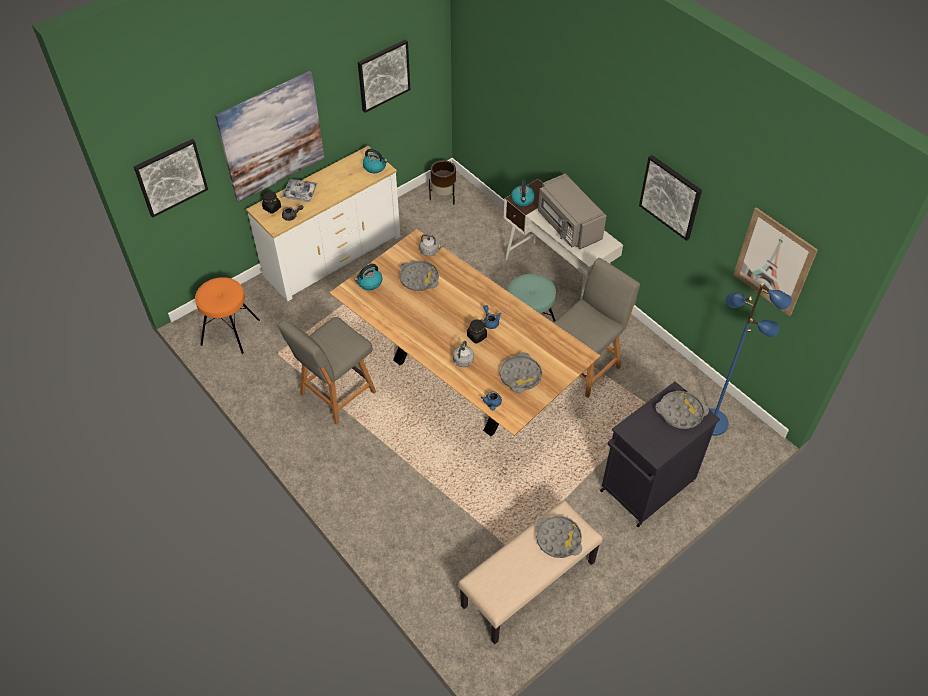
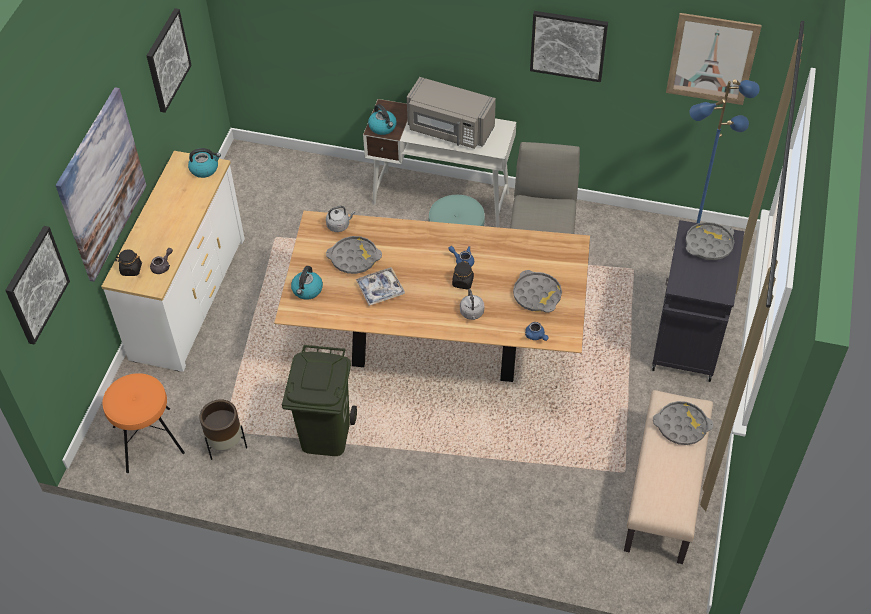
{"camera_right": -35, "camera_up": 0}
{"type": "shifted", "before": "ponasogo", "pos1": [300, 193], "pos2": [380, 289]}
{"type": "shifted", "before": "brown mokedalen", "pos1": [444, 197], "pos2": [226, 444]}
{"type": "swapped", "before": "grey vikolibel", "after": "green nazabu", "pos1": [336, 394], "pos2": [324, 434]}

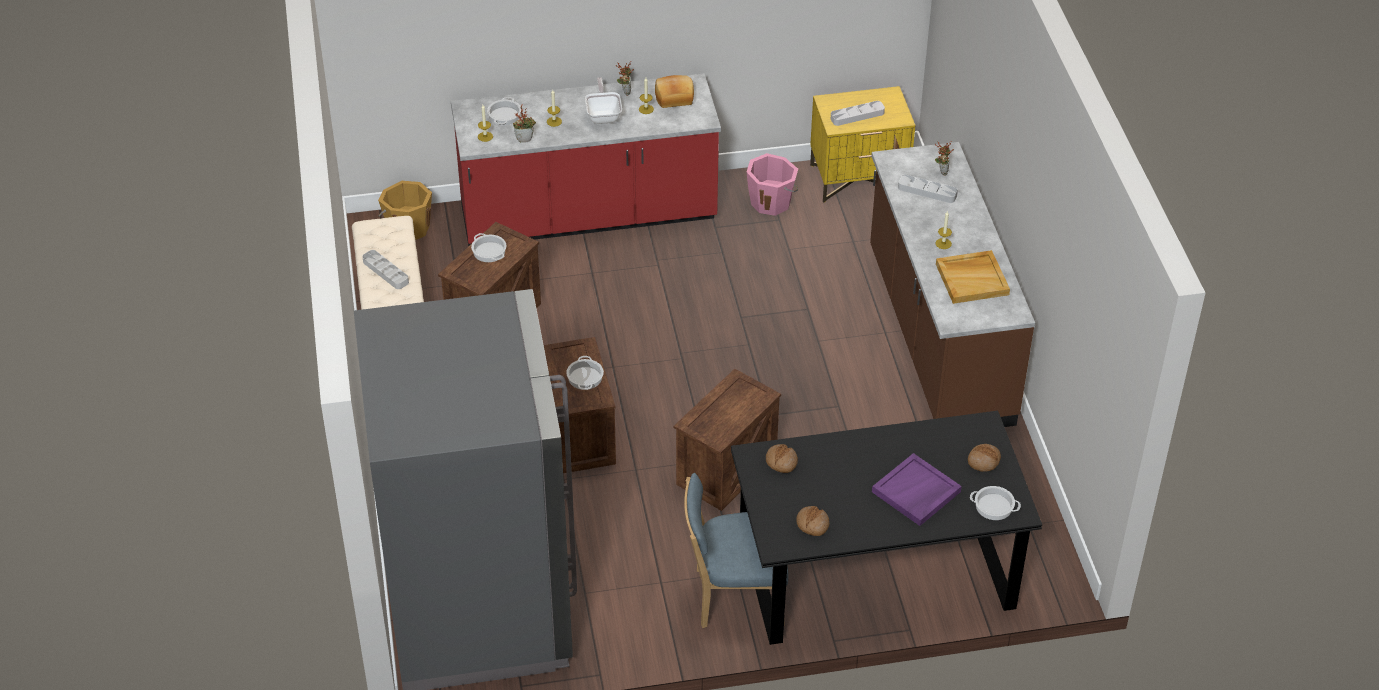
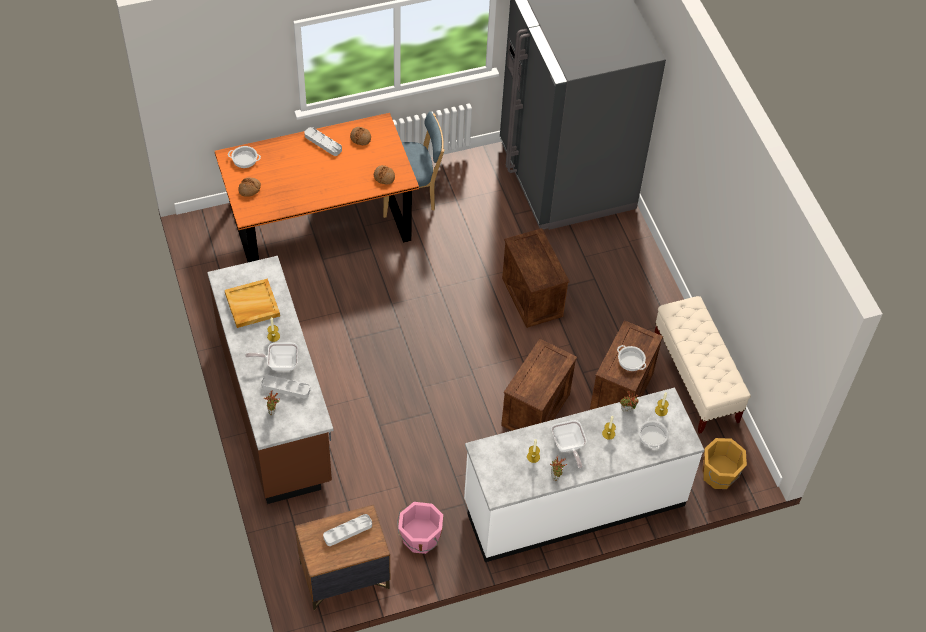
{"camera_right": 170, "camera_up": 10}
{"type": "gone", "before": "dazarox", "pos1": [584, 377]}
{"type": "gone", "before": "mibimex", "pos1": [674, 97]}
{"type": "gone", "before": "purple ponasogo", "pos1": [916, 492]}
{"type": "new", "after": "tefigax", "pos2": [279, 363]}
{"type": "shifted", "before": "grey ponasogo", "pos1": [385, 272], "pos2": [323, 143]}
{"type": "shifted", "before": "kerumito", "pos1": [726, 469], "pos2": [536, 410]}
{"type": "repainted", "before": "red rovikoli", "after": "white rovikoli", "pos1": [588, 217], "pos2": [574, 503]}
{"type": "repainted", "before": "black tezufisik", "after": "orange tezufisik", "pos1": [875, 569], "pos2": [319, 220]}
{"type": "repainted", "before": "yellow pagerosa", "after": "brown pagerosa", "pos1": [859, 178], "pos2": [344, 576]}

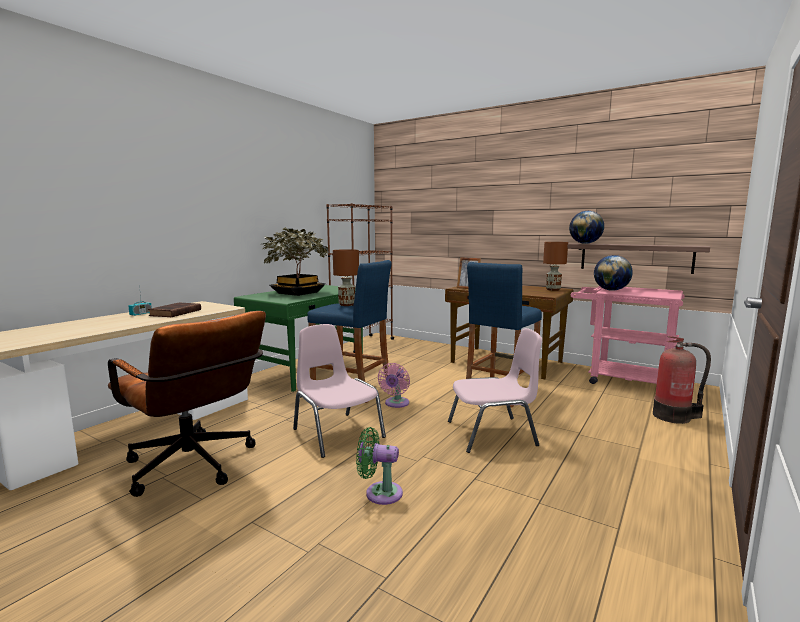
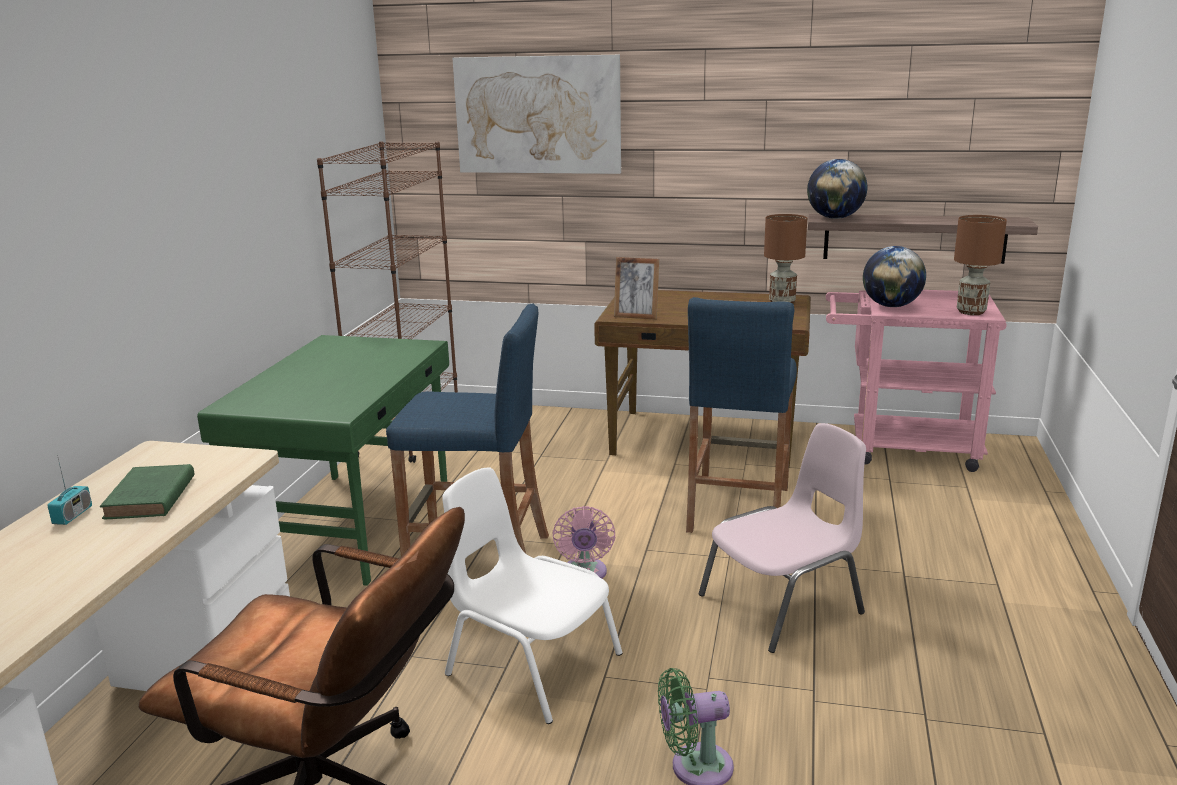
{"camera_right": -20, "camera_up": 10}
{"type": "gone", "before": "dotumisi", "pos1": [298, 293]}
{"type": "gone", "before": "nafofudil", "pos1": [674, 416]}
{"type": "new", "after": "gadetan", "pos2": [538, 115]}
{"type": "shifted", "before": "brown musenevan", "pos1": [346, 305], "pos2": [970, 312]}
{"type": "repainted", "before": "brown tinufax", "after": "green tinufax", "pos1": [174, 313], "pos2": [149, 498]}
{"type": "repainted", "before": "pink vikolibel", "after": "white vikolibel", "pos1": [337, 433], "pos2": [531, 664]}

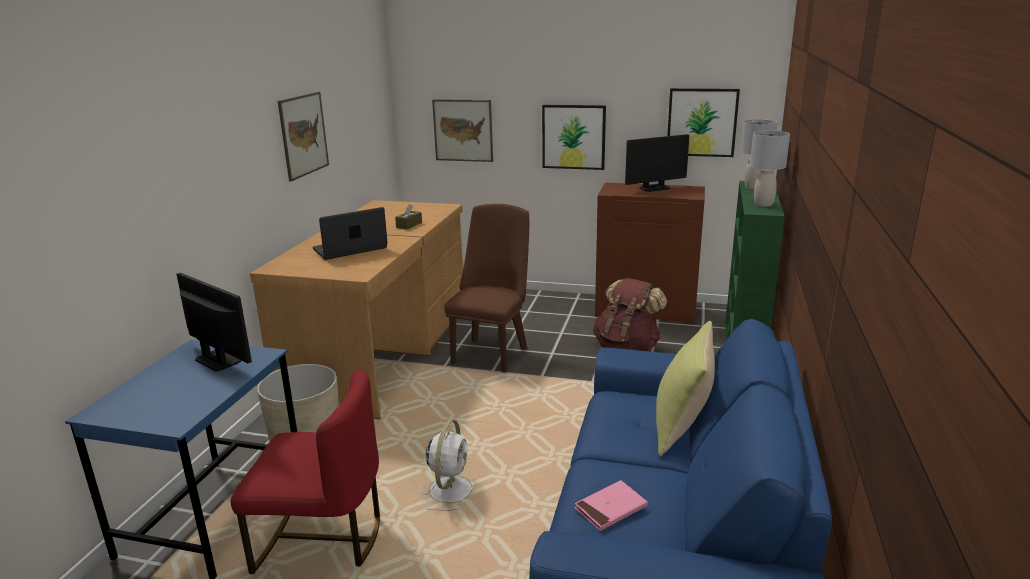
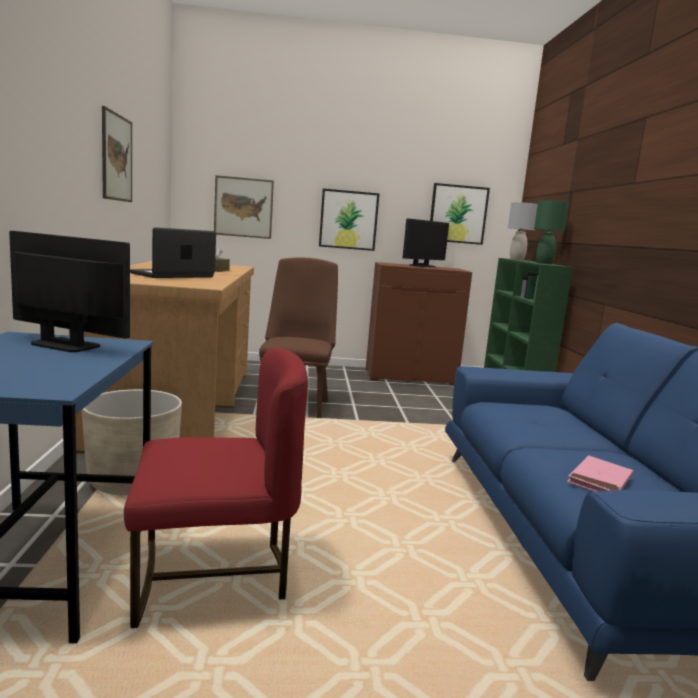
{"camera_right": -20, "camera_up": -10}
{"type": "gone", "before": "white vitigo", "pos1": [451, 488]}
{"type": "gone", "before": "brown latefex", "pos1": [627, 348]}
{"type": "gone", "before": "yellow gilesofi", "pos1": [682, 426]}
{"type": "repainted", "before": "grey musenevan", "after": "green musenevan", "pos1": [763, 204], "pos2": [543, 263]}

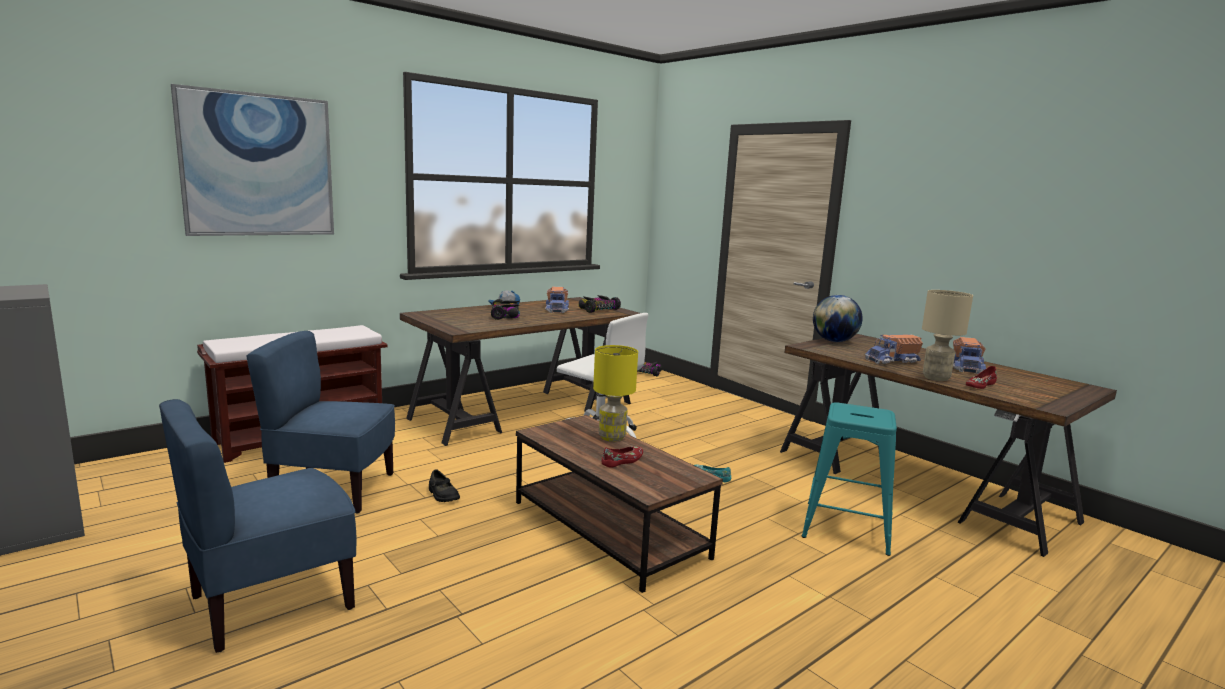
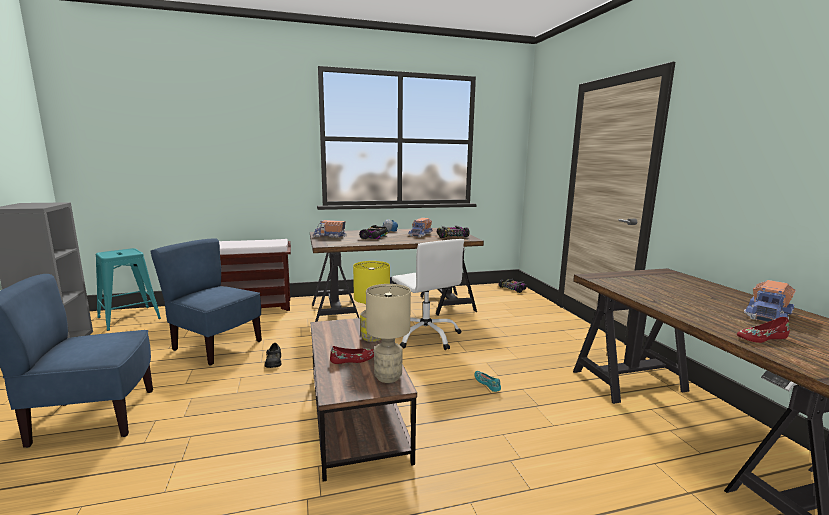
{"camera_right": 25, "camera_up": 0}
{"type": "gone", "before": "gadetan", "pos1": [258, 165]}
{"type": "gone", "before": "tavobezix", "pos1": [834, 341]}
{"type": "shifted", "before": "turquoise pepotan", "pos1": [846, 527], "pos2": [129, 318]}
{"type": "shifted", "before": "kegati", "pos1": [893, 361], "pos2": [329, 236]}
{"type": "shifted", "before": "beige musenevan", "pos1": [936, 378], "pos2": [388, 377]}

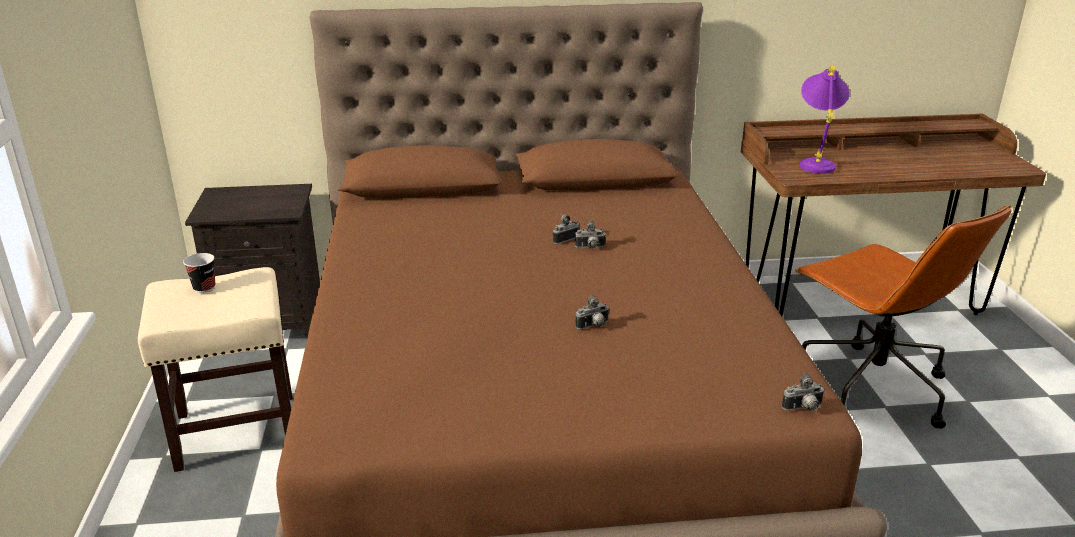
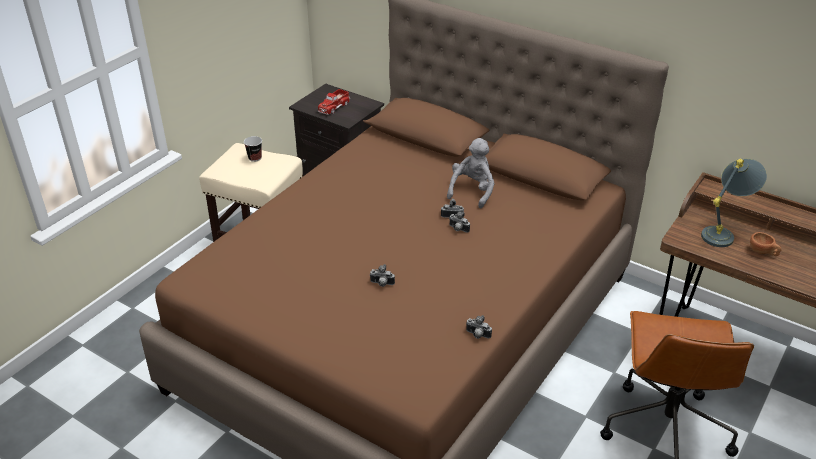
{"camera_right": 40, "camera_up": 10}
{"type": "new", "after": "kegati", "pos2": [334, 107]}
{"type": "new", "after": "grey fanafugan", "pos2": [472, 191]}
{"type": "new", "after": "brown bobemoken", "pos2": [763, 252]}
{"type": "shifted", "before": "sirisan", "pos1": [803, 409], "pos2": [477, 335]}
{"type": "repainted", "before": "purple musenevan", "after": "grey musenevan", "pos1": [816, 162], "pos2": [724, 233]}

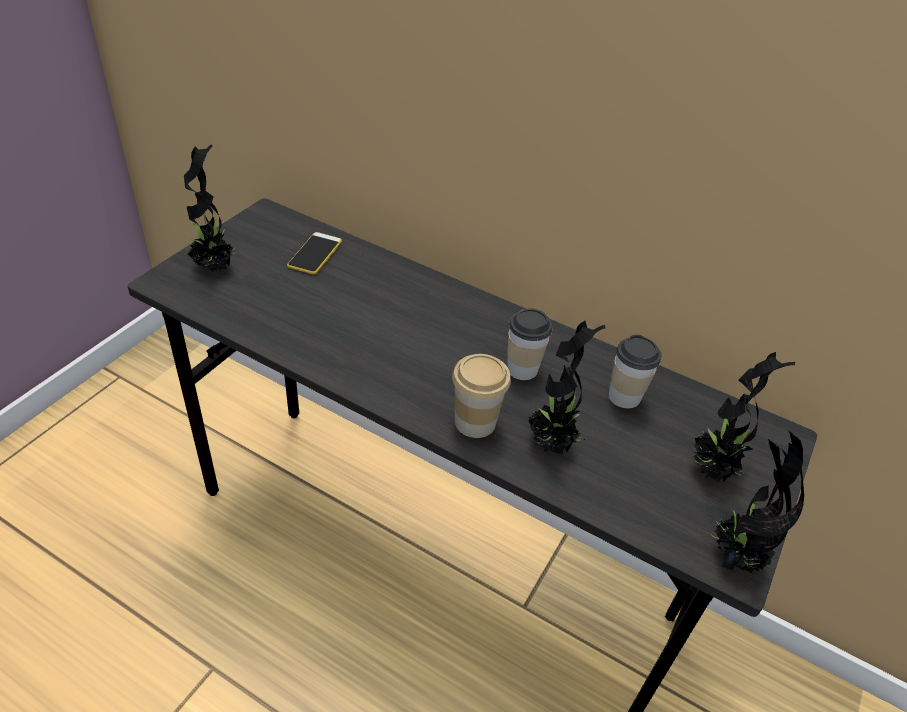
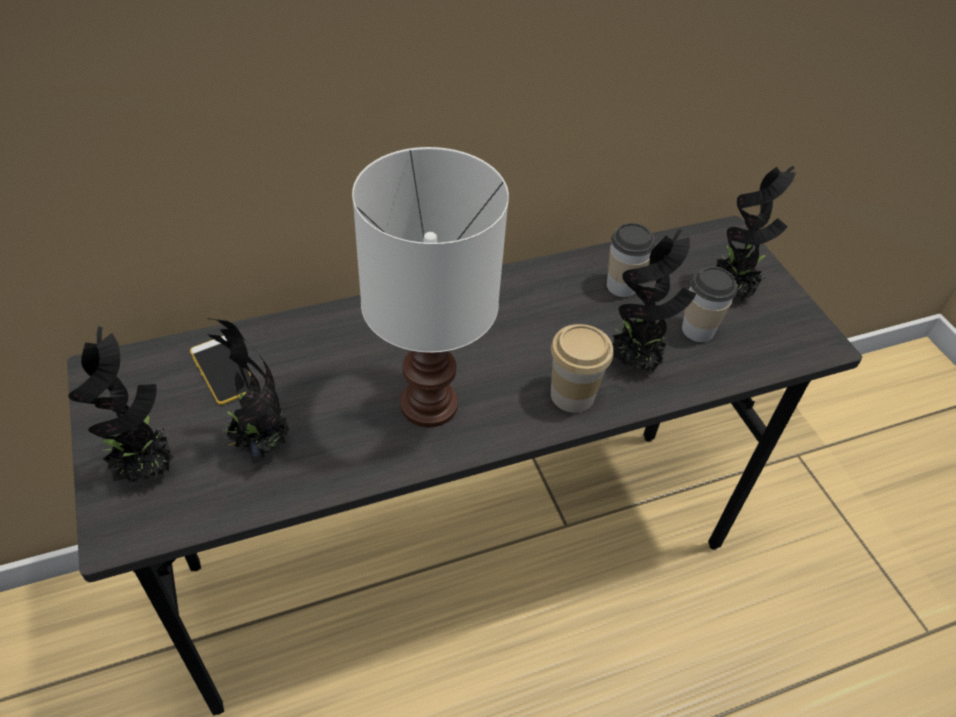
{"camera_right": -50, "camera_up": 5}
{"type": "new", "after": "white musenevan", "pos2": [431, 405]}
{"type": "shifted", "before": "bobemoken", "pos1": [522, 369], "pos2": [698, 329]}
{"type": "shifted", "before": "dotumisi", "pos1": [733, 555], "pos2": [259, 444]}

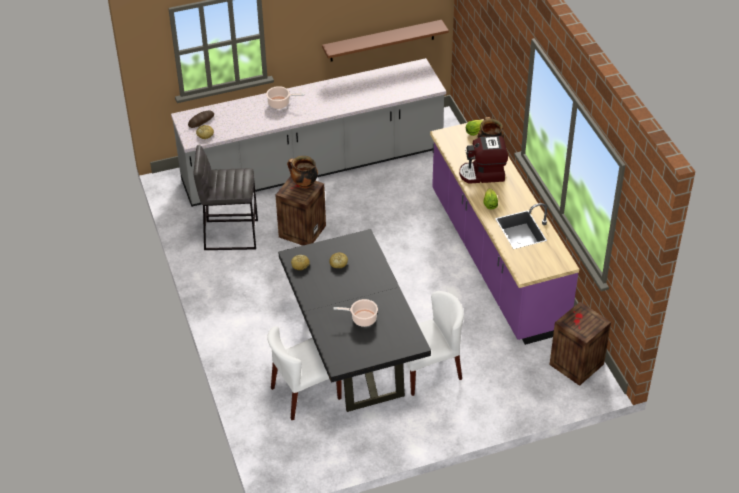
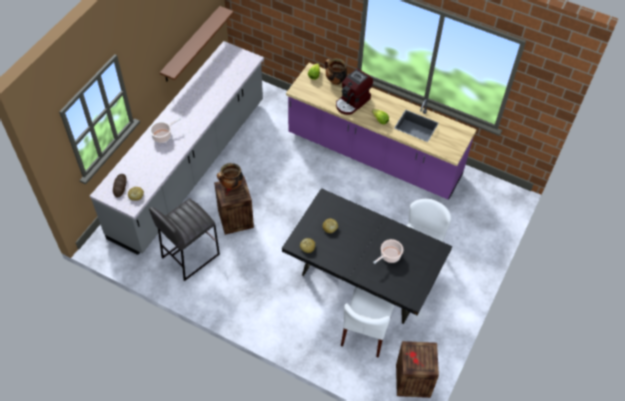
{"camera_right": -45, "camera_up": 10}
{"type": "shifted", "before": "kerumito", "pos1": [575, 364], "pos2": [412, 381]}

